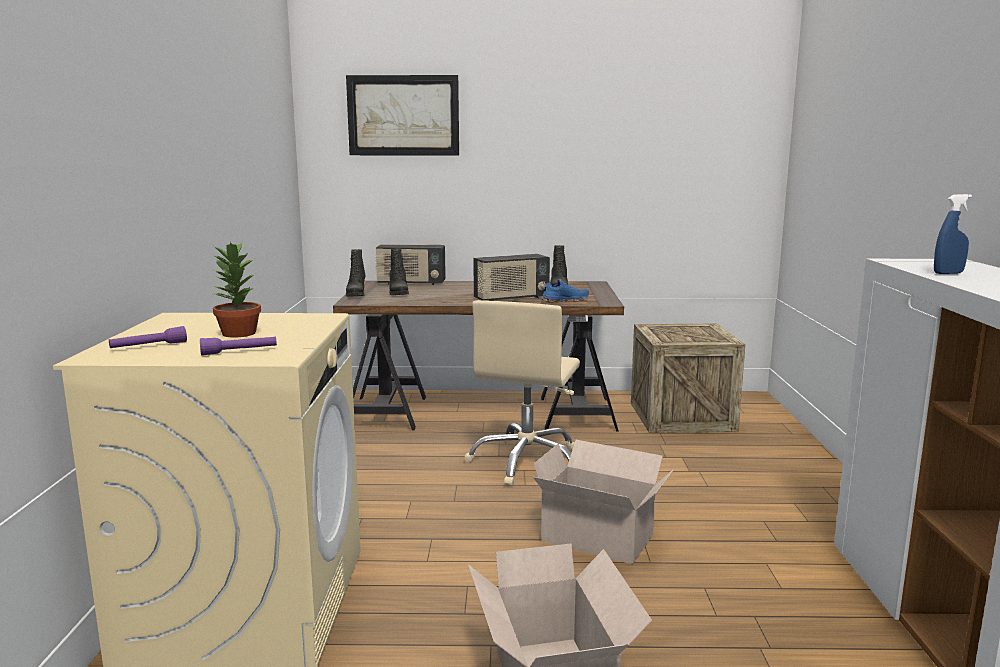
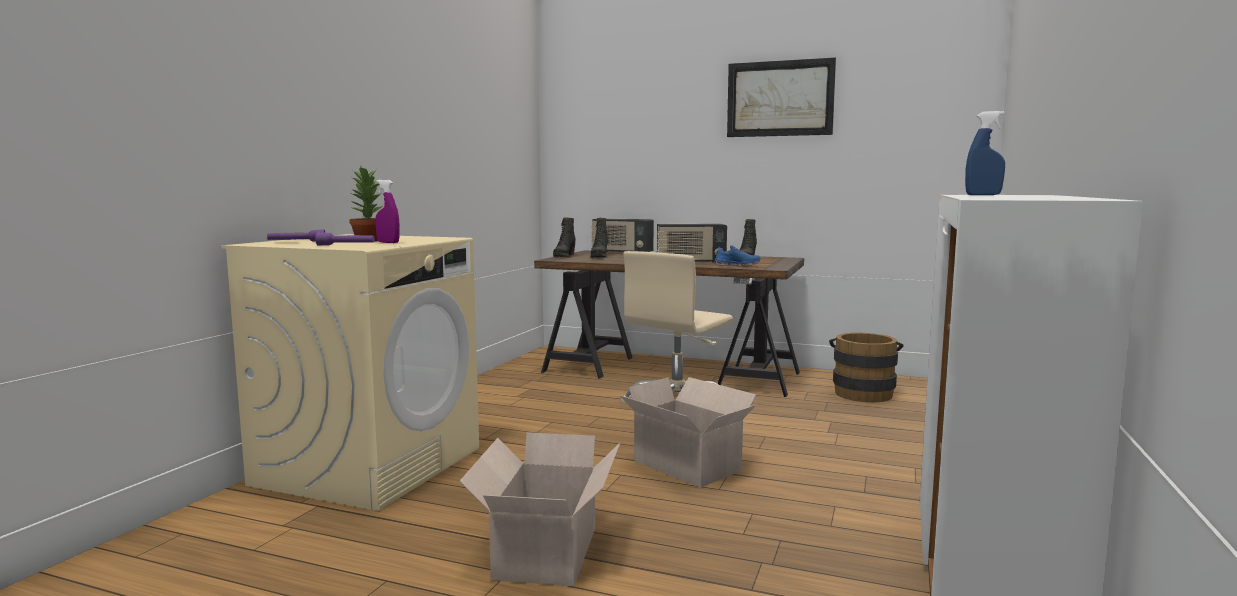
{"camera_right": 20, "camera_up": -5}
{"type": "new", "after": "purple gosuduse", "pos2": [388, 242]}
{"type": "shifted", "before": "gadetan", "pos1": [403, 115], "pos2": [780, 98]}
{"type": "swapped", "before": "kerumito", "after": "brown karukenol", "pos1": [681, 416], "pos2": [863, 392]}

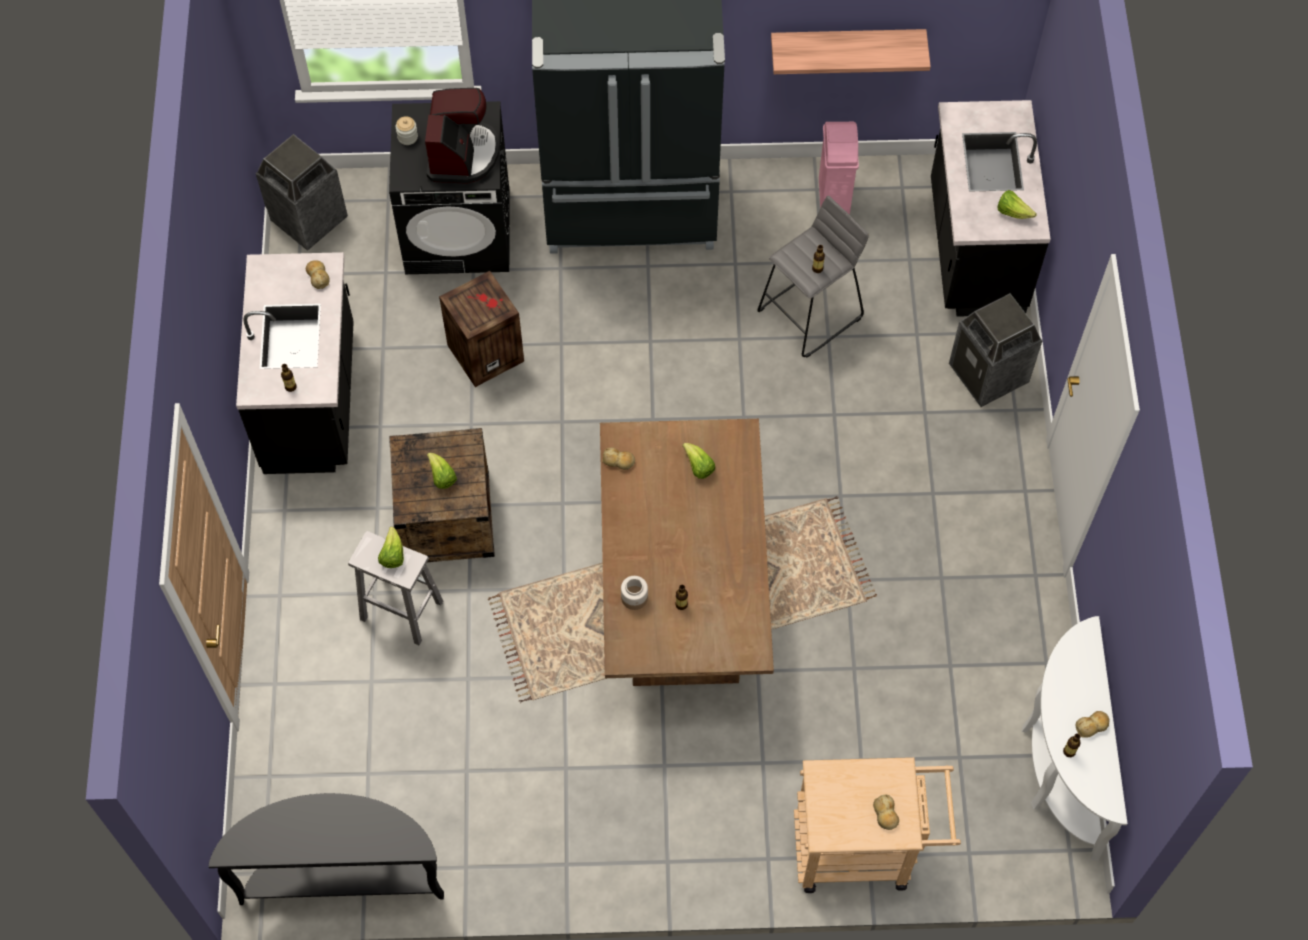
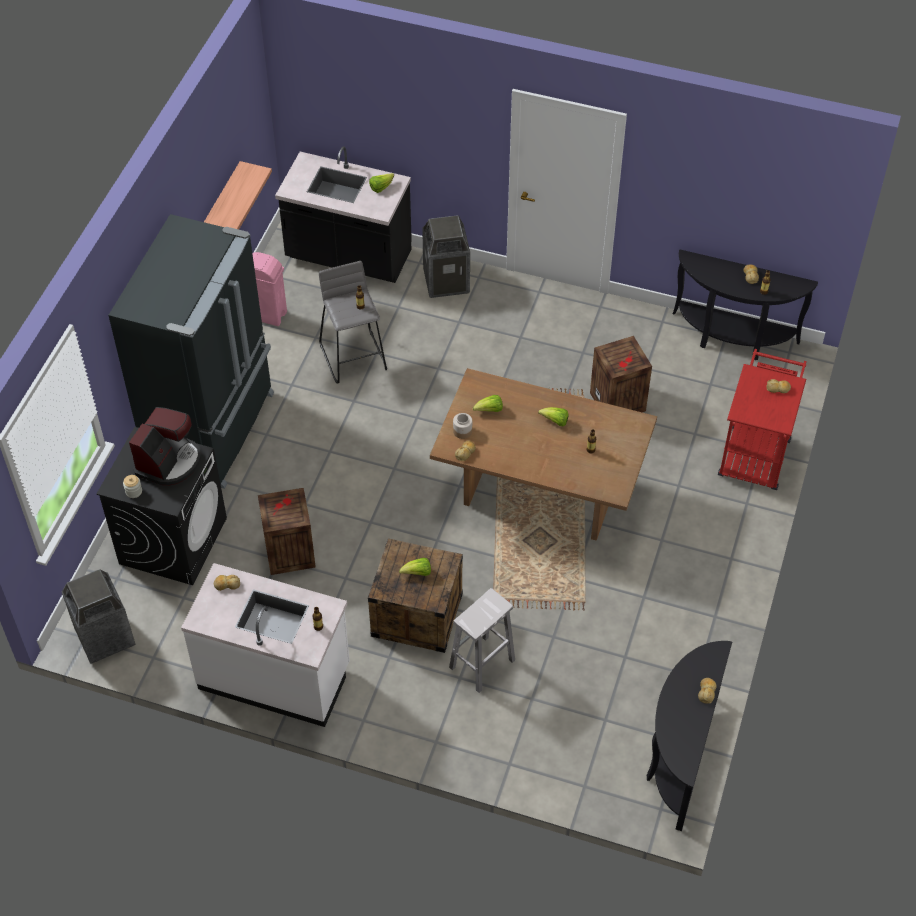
{"camera_right": -70, "camera_up": -10}
{"type": "new", "after": "kerumito", "pos2": [618, 402]}
{"type": "new", "after": "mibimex", "pos2": [706, 692]}
{"type": "shifted", "before": "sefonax", "pos1": [392, 555], "pos2": [555, 421]}
{"type": "shifted", "before": "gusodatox", "pos1": [634, 598], "pos2": [462, 431]}
{"type": "repainted", "before": "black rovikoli", "after": "white rovikoli", "pos1": [312, 400], "pos2": [275, 676]}
{"type": "repainted", "before": "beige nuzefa", "after": "red nuzefa", "pos1": [864, 848], "pos2": [755, 451]}
{"type": "repainted", "before": "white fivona", "after": "black fivona", "pos1": [1058, 764], "pos2": [732, 338]}
{"type": "rotated", "before": "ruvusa", "pos1": [462, 154], "pos2": [169, 462], "turn": 90}

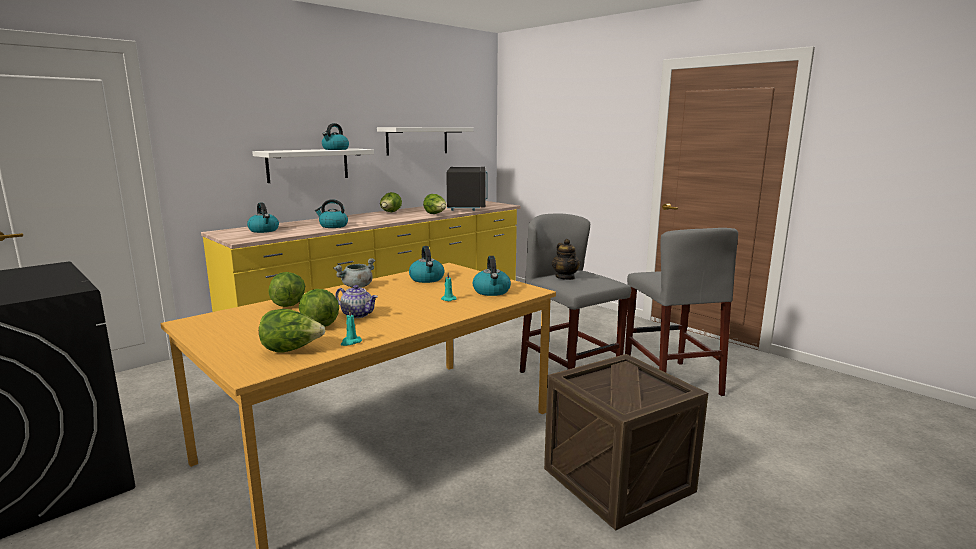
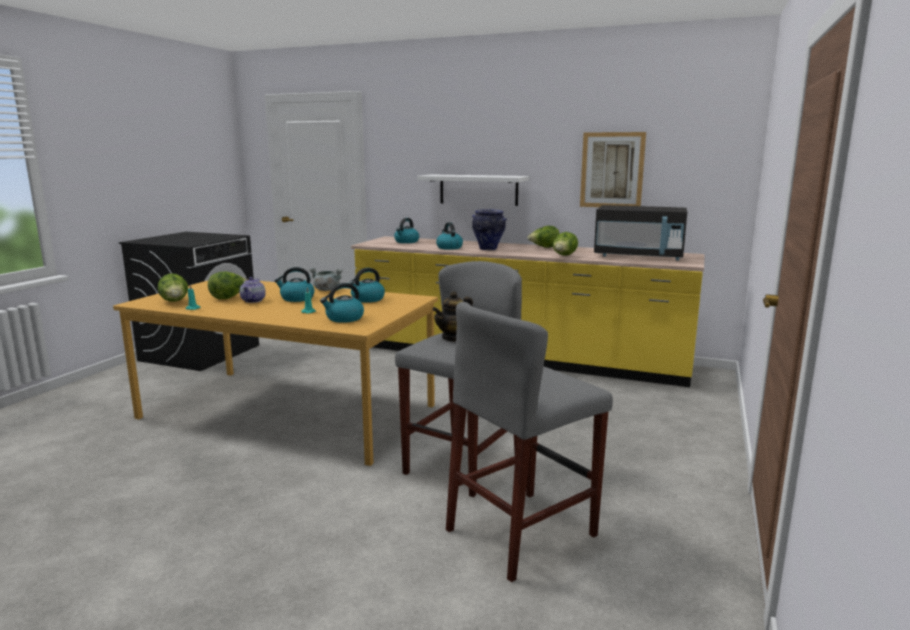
{"camera_right": 65, "camera_up": 0}
{"type": "gone", "before": "sefonax", "pos1": [289, 303]}
{"type": "gone", "before": "kerumito", "pos1": [618, 480]}
{"type": "new", "after": "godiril", "pos2": [488, 249]}
{"type": "shifted", "before": "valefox", "pos1": [335, 149], "pos2": [296, 298]}
{"type": "swapped", "before": "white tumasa", "after": "gadetan", "pos1": [417, 140], "pos2": [612, 170]}
{"type": "rotated", "before": "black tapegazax", "pos1": [467, 206], "pos2": [638, 256], "turn": 45}

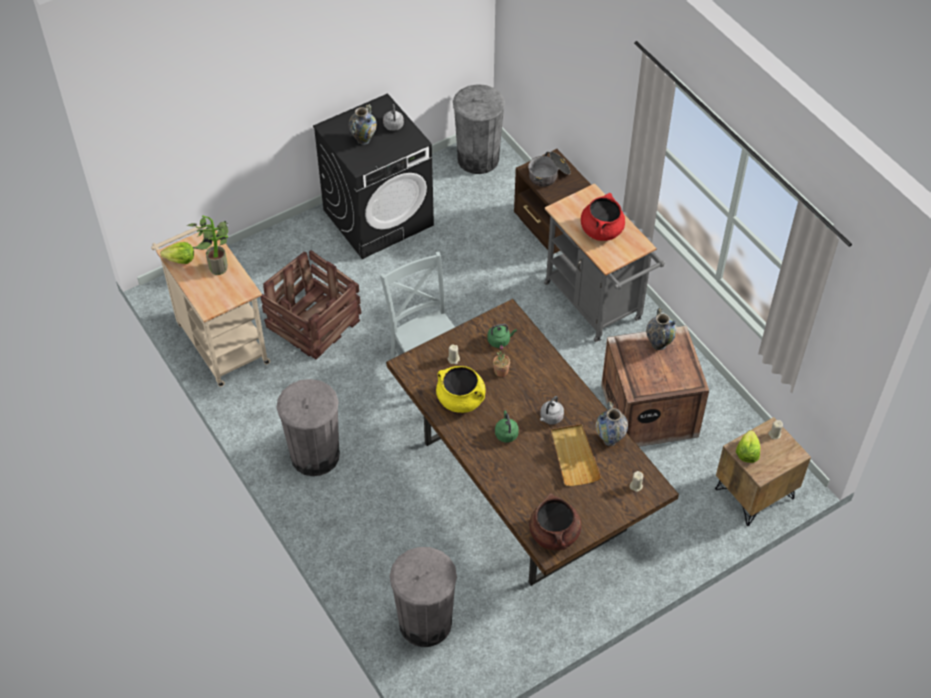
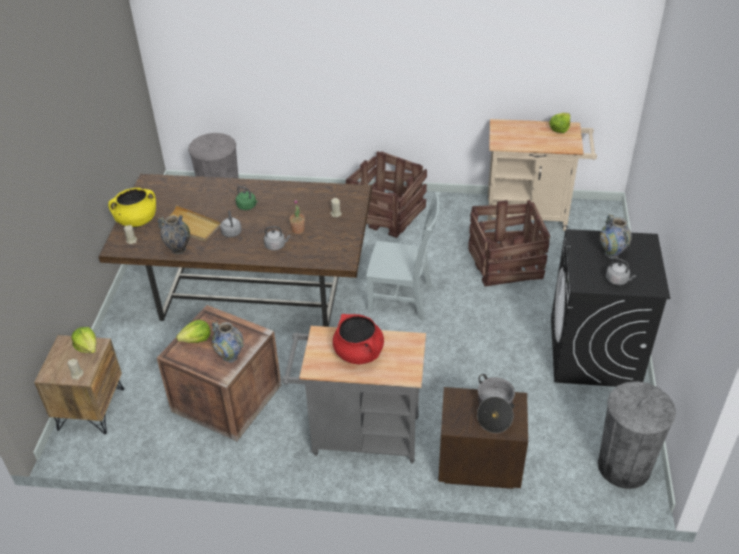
{"camera_right": 130, "camera_up": -10}
{"type": "gone", "before": "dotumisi", "pos1": [218, 266]}
{"type": "gone", "before": "green valefox", "pos1": [500, 340]}
{"type": "gone", "before": "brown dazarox", "pos1": [554, 534]}
{"type": "new", "after": "sefonax", "pos2": [196, 339]}
{"type": "new", "after": "grey valefox", "pos2": [276, 246]}
{"type": "shifted", "before": "yellow dazarox", "pos1": [461, 400], "pos2": [137, 220]}
{"type": "swapped", "before": "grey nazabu", "after": "kerumito", "pos1": [315, 455], "pos2": [387, 214]}

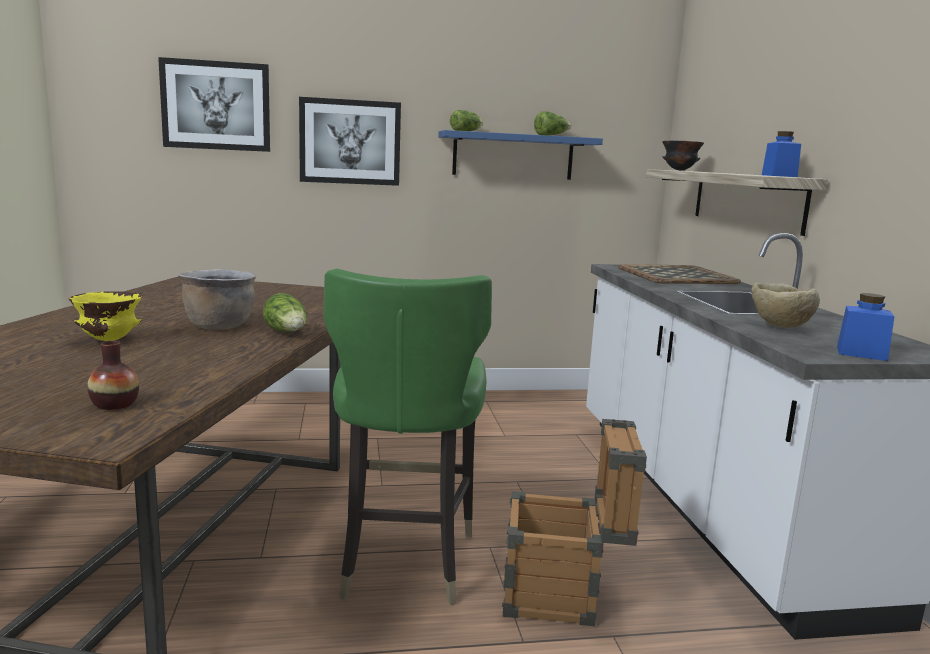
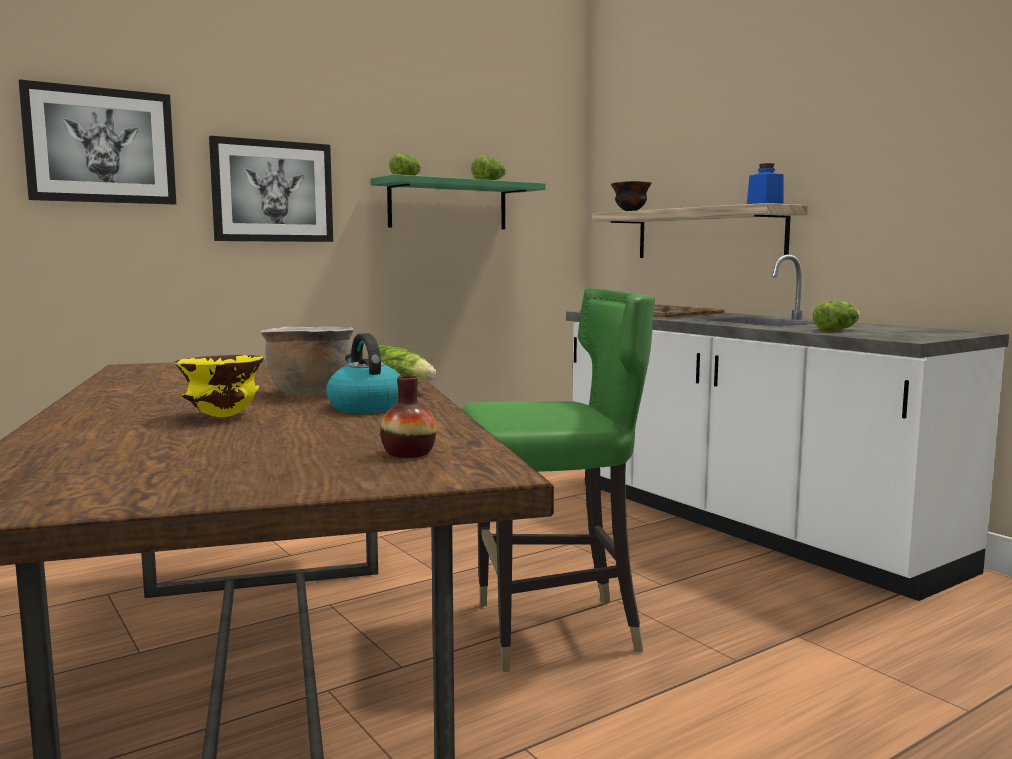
{"camera_right": -25, "camera_up": -5}
{"type": "gone", "before": "kerumito", "pos1": [563, 596]}
{"type": "gone", "before": "blue gusodatox", "pos1": [861, 353]}
{"type": "new", "after": "valefox", "pos2": [365, 407]}
{"type": "swapped", "before": "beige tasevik", "after": "sefonax", "pos1": [778, 327], "pos2": [838, 330]}
{"type": "repainted", "before": "blue tumasa", "after": "green tumasa", "pos1": [513, 156], "pos2": [448, 205]}
{"type": "rotated", "before": "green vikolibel", "pos1": [403, 561], "pos2": [553, 631], "turn": -75}

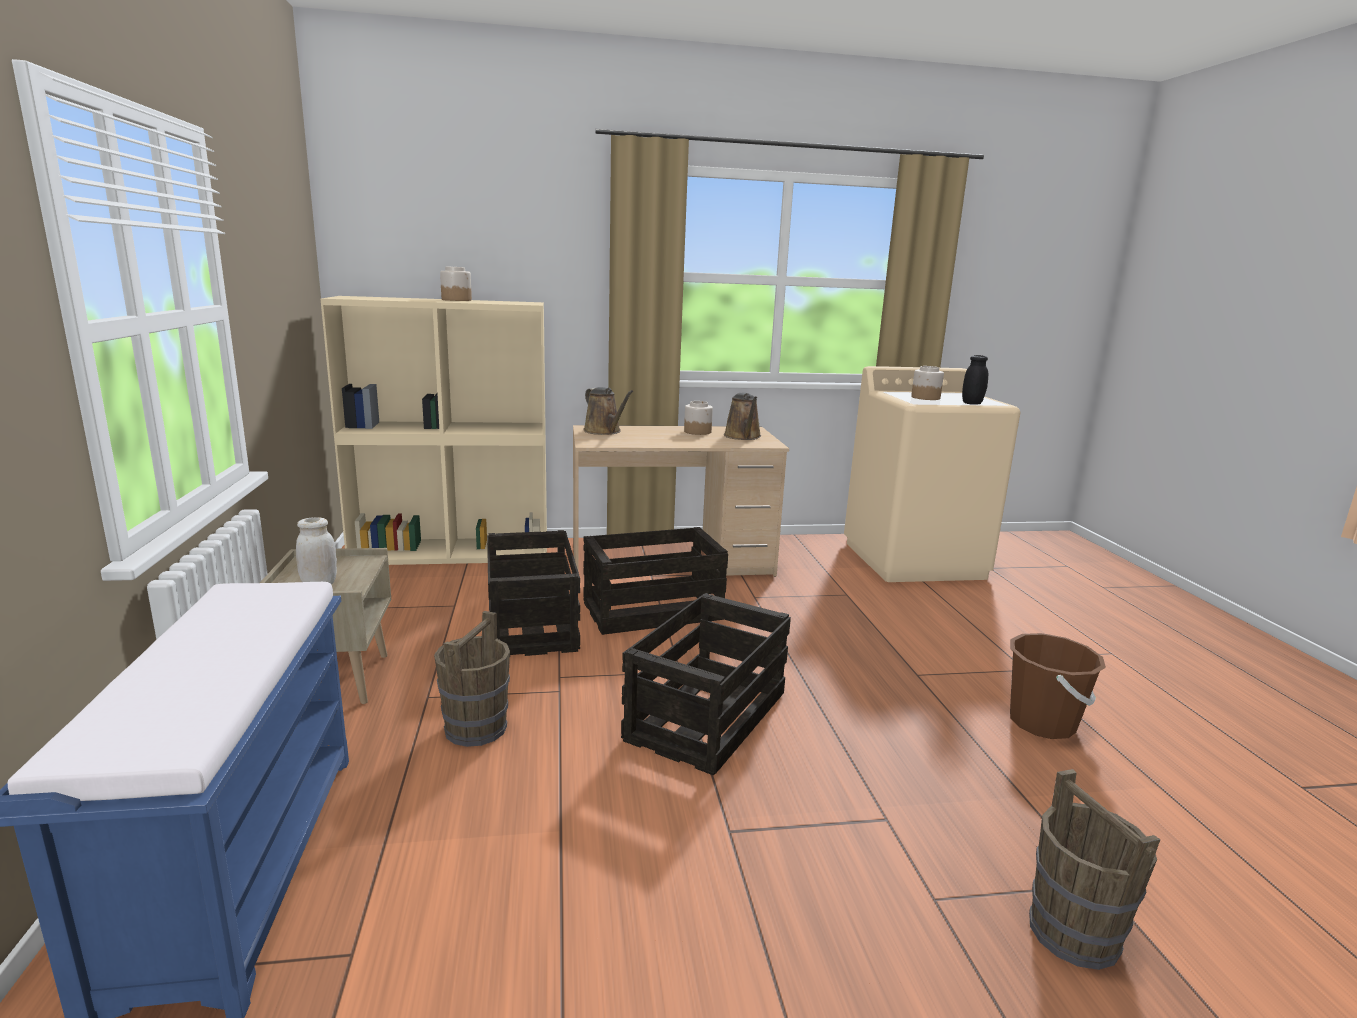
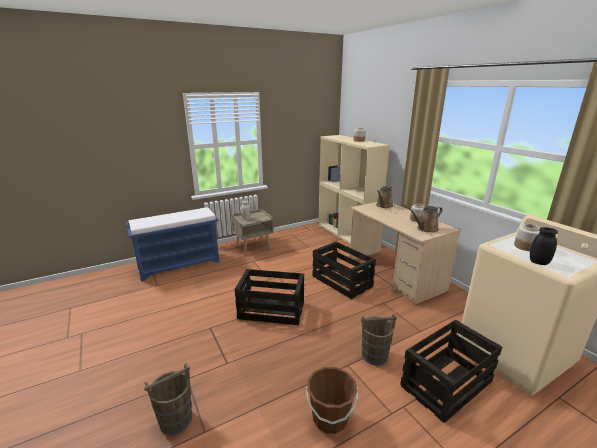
{"camera_right": 70, "camera_up": 5}
{"type": "shifted", "before": "brown karukenol", "pos1": [476, 728], "pos2": [375, 355]}
{"type": "shifted", "before": "kerumito", "pos1": [532, 624], "pos2": [446, 384]}

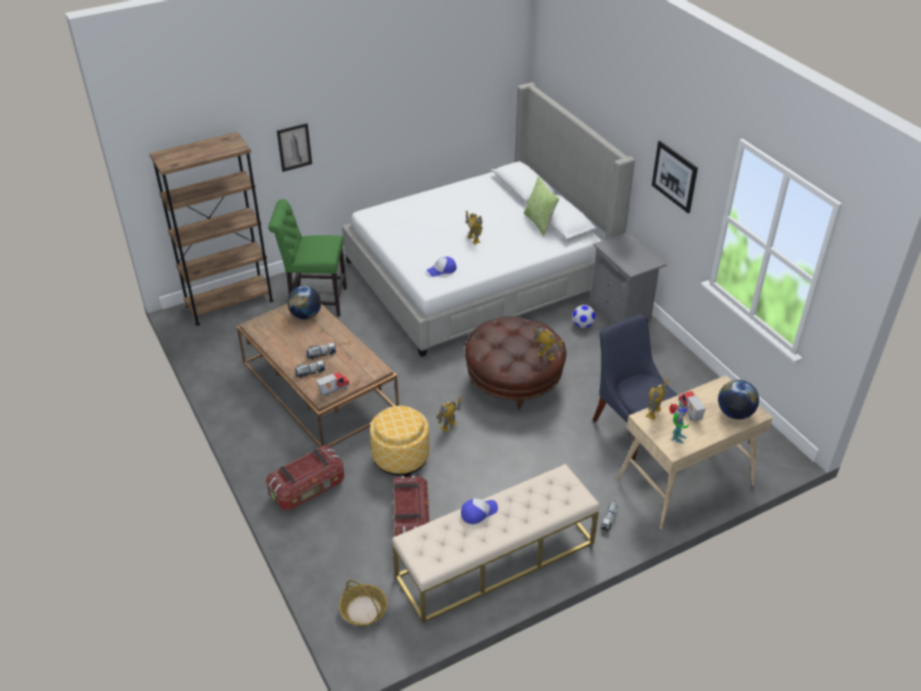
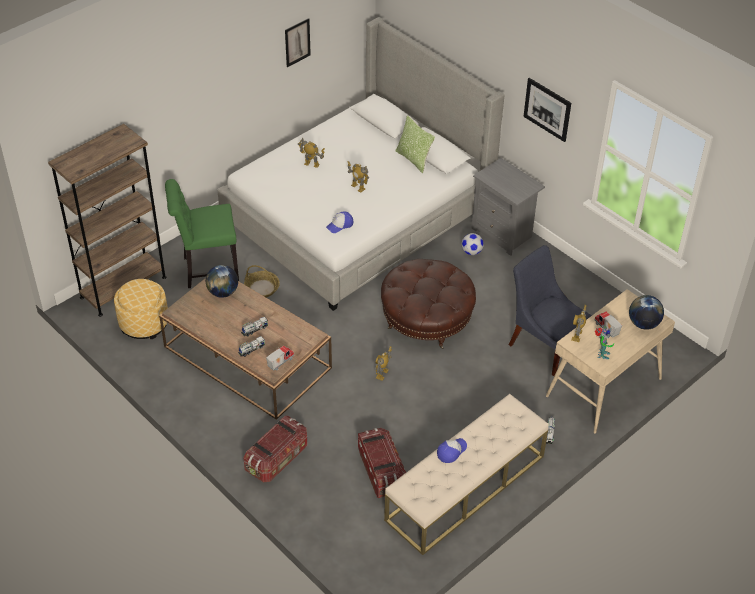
{"camera_right": -15, "camera_up": 5}
{"type": "shifted", "before": "gadetan", "pos1": [294, 147], "pos2": [297, 42]}
{"type": "shifted", "before": "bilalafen", "pos1": [363, 610], "pos2": [261, 288]}
{"type": "shifted", "before": "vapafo", "pos1": [400, 457], "pos2": [144, 323]}
{"type": "shifted", "before": "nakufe", "pos1": [546, 356], "pos2": [311, 164]}

